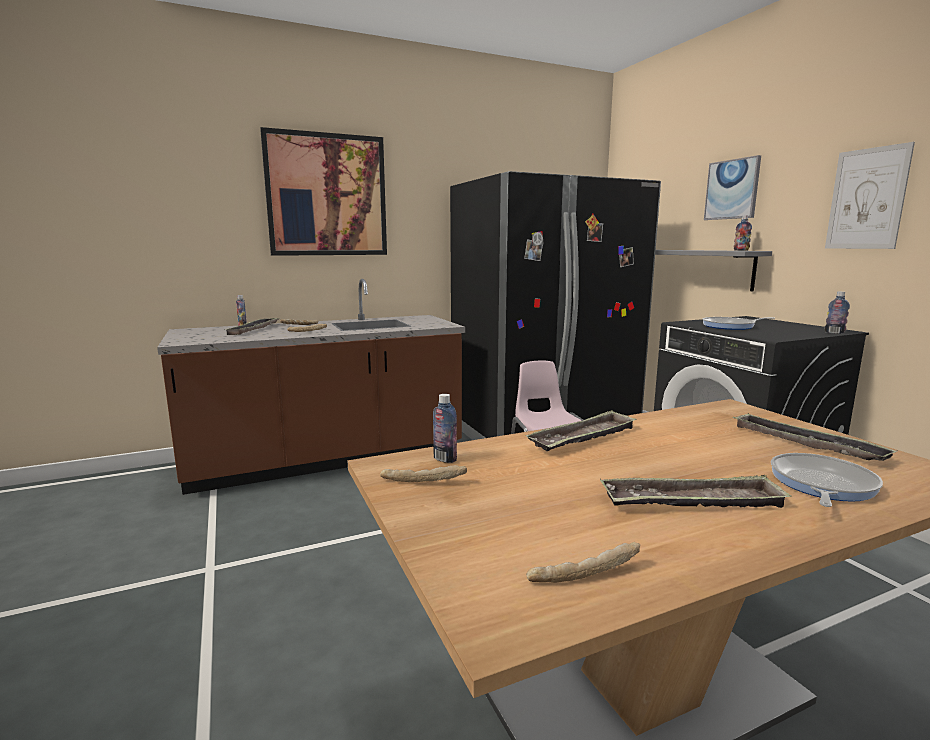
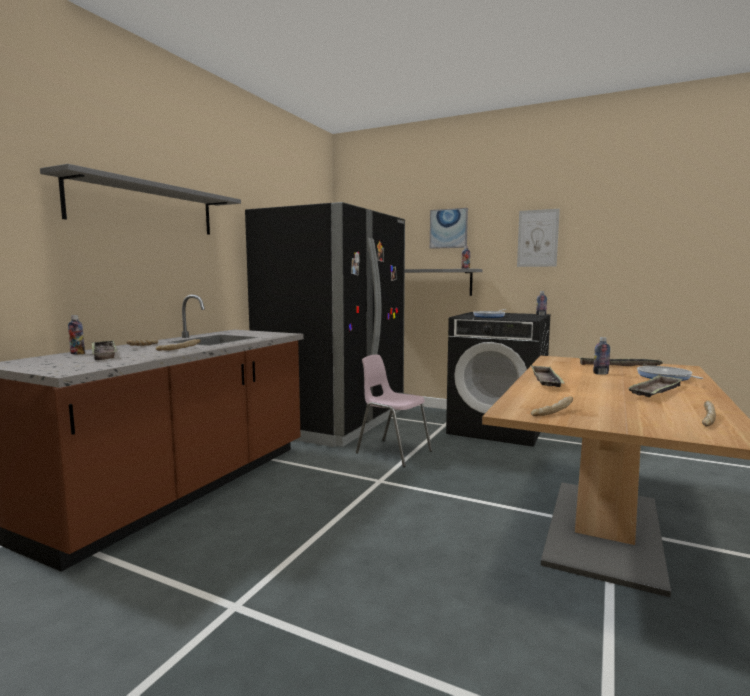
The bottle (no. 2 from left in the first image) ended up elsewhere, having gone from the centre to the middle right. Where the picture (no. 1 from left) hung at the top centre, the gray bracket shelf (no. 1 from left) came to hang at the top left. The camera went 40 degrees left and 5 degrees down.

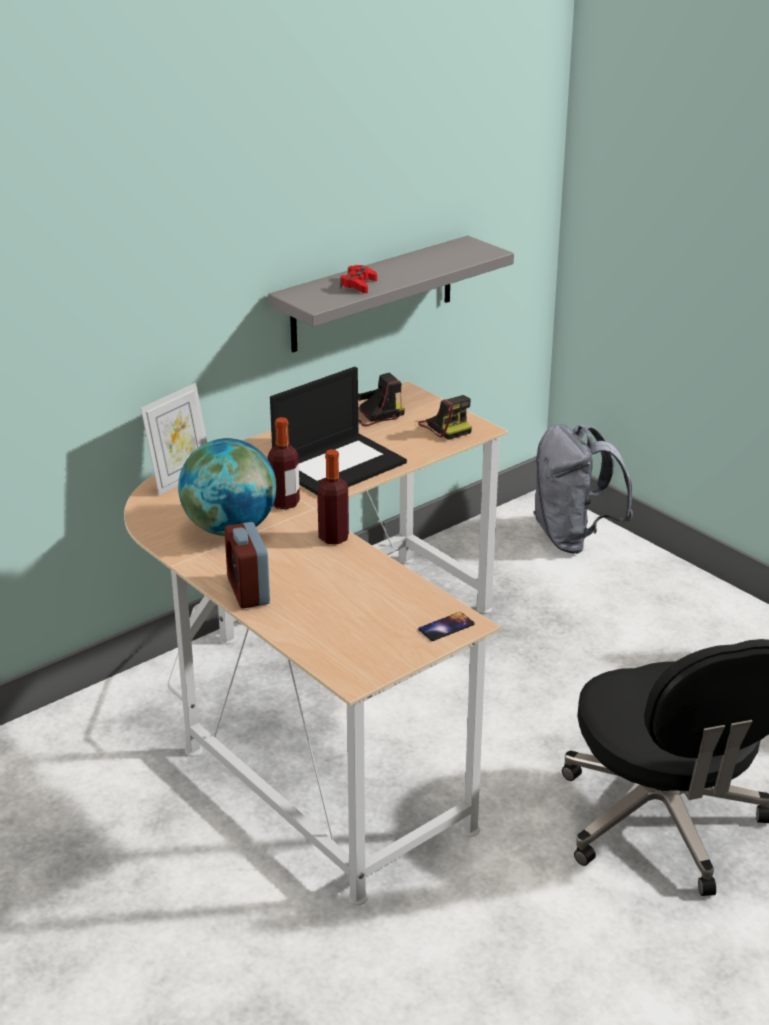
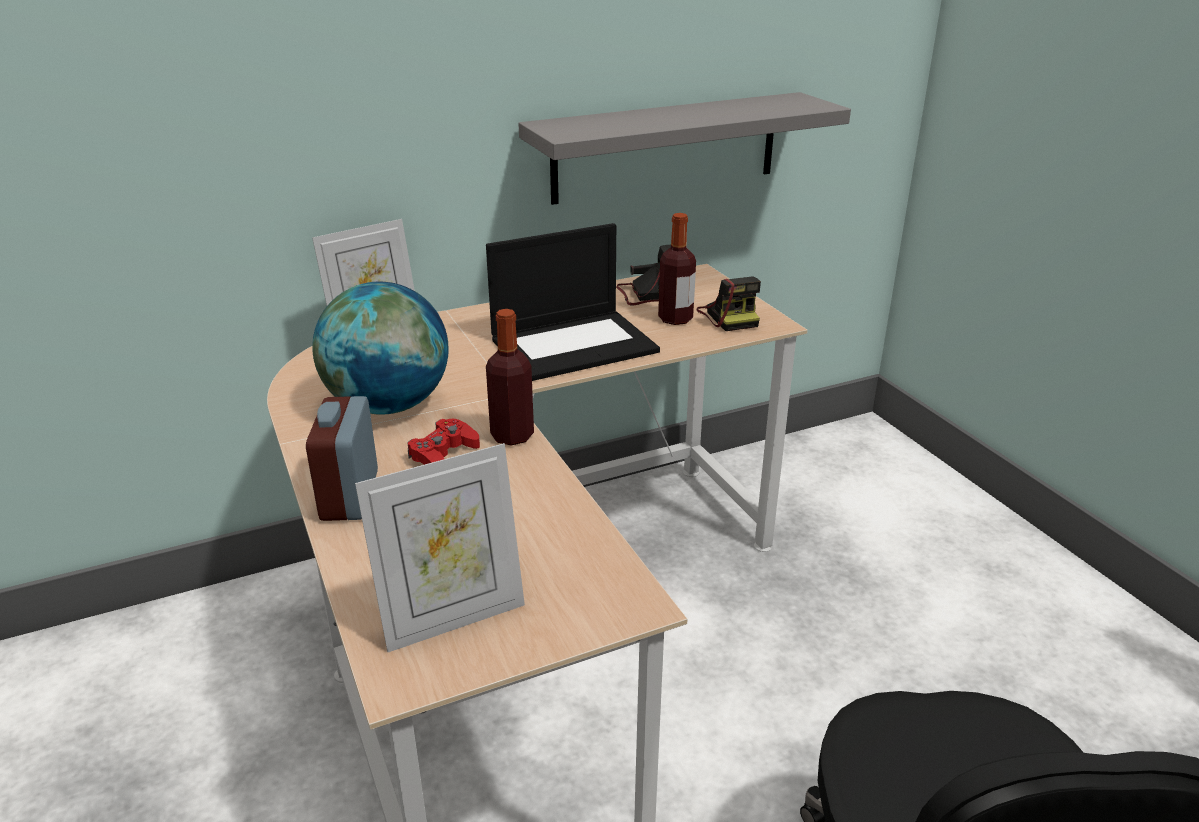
The second view lost the handset at the centre. The second view lost the gray rucksack at the middle right. The second view gained the picture frame (no. 2 from left) at the centre. The bottle (no. 1 from left in the first image) ended up elsewhere, having gone from the centre to the top centre. The red-coloured game controller ended up elsewhere, having gone from the top centre to the centre. The camera went 15 degrees right and 0 degrees up.

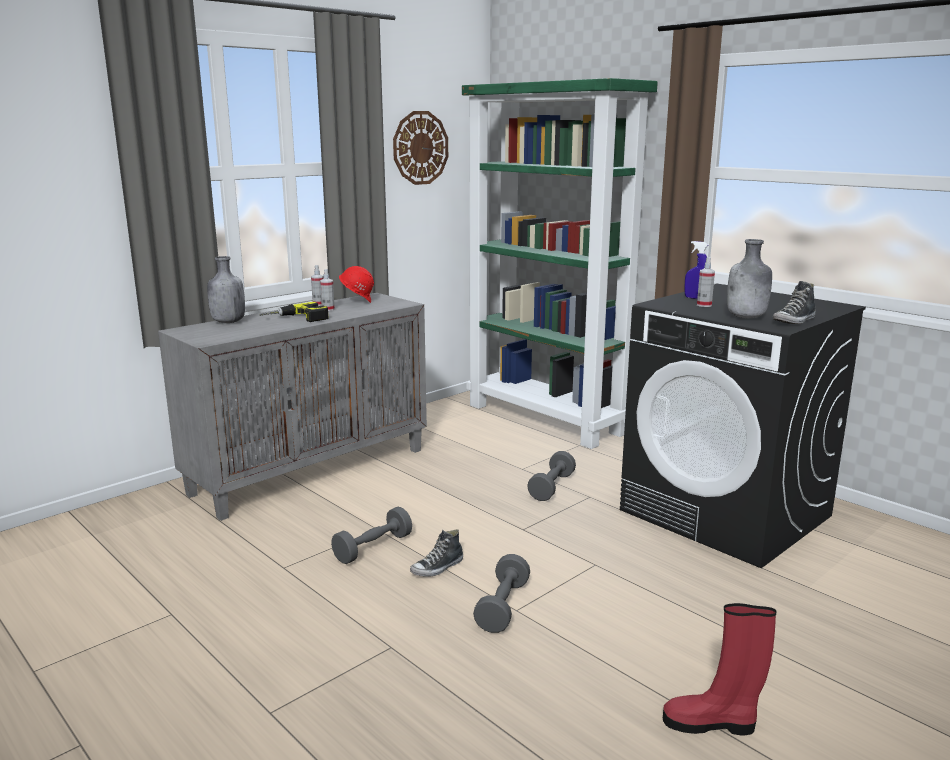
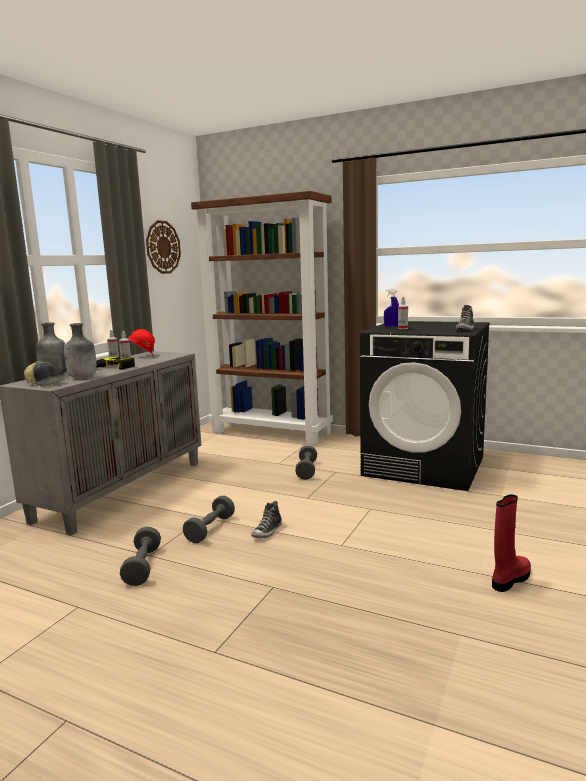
The second view gained the baseball cap at the middle left. The gray hand weight (no. 2 from left in the first image) ended up elsewhere, having gone from the bottom centre to the bottom left. The gray bottle (no. 2 from left) ended up elsewhere, having gone from the middle right to the middle left. What was the greenish shelving unit at the centre turned into the brown-coloured shelving unit at the centre. The red-coloured high-top boot at the bottom right ended up facing another way, 150 degrees clockwise from before. The camera went 20 degrees left and 5 degrees down.

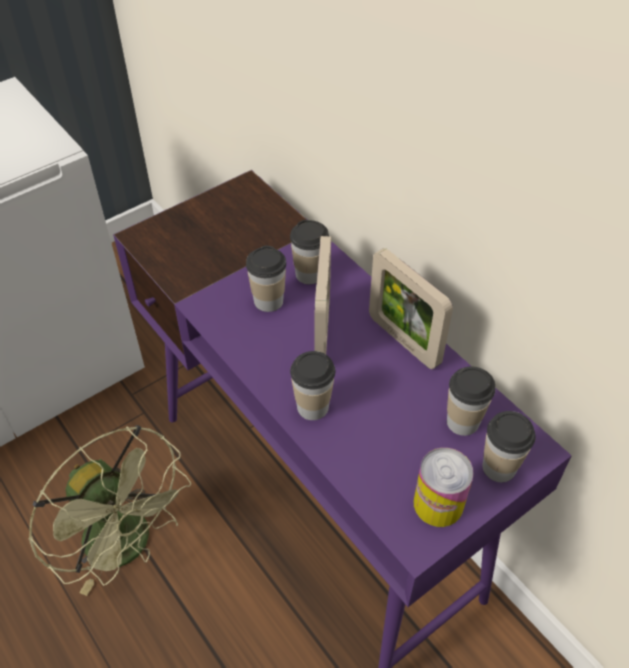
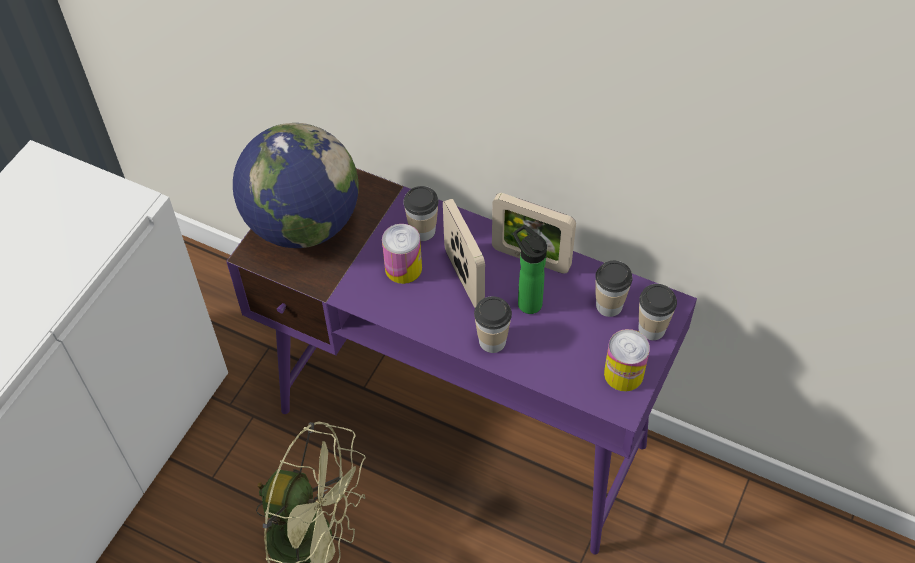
The second view gained the globe at the top left. The second view gained the bottle at the centre. Where the cup (no. 1 from left) stood at the centre, the can (no. 1 from left) came to stand at the centre. The camera went 25 degrees left and 5 degrees up.

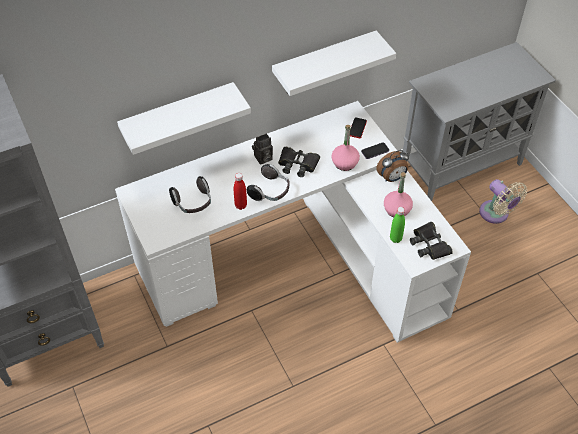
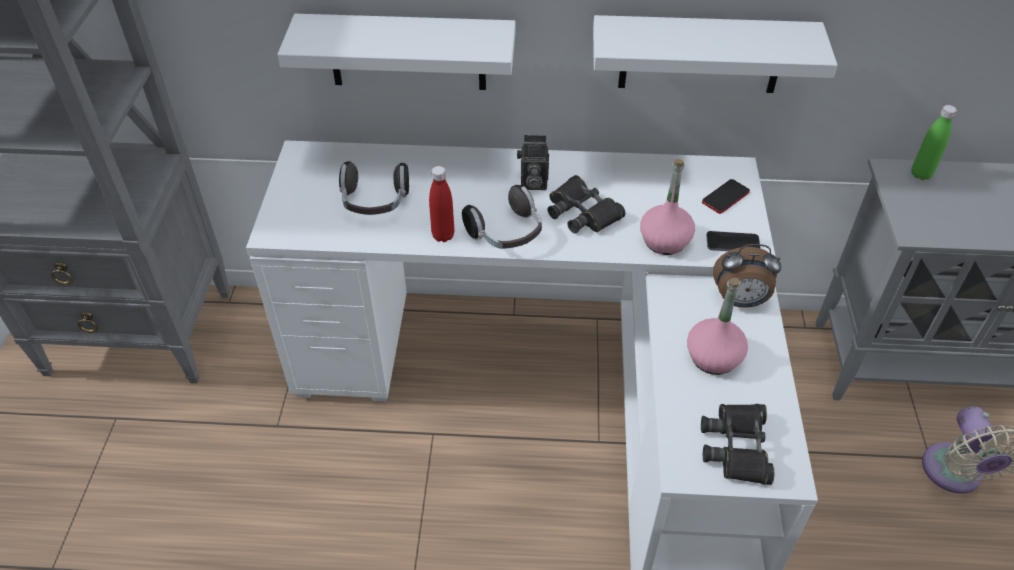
The greenish bottle ended up elsewhere, having gone from the middle right to the top right. The camera went 30 degrees right and 5 degrees down.

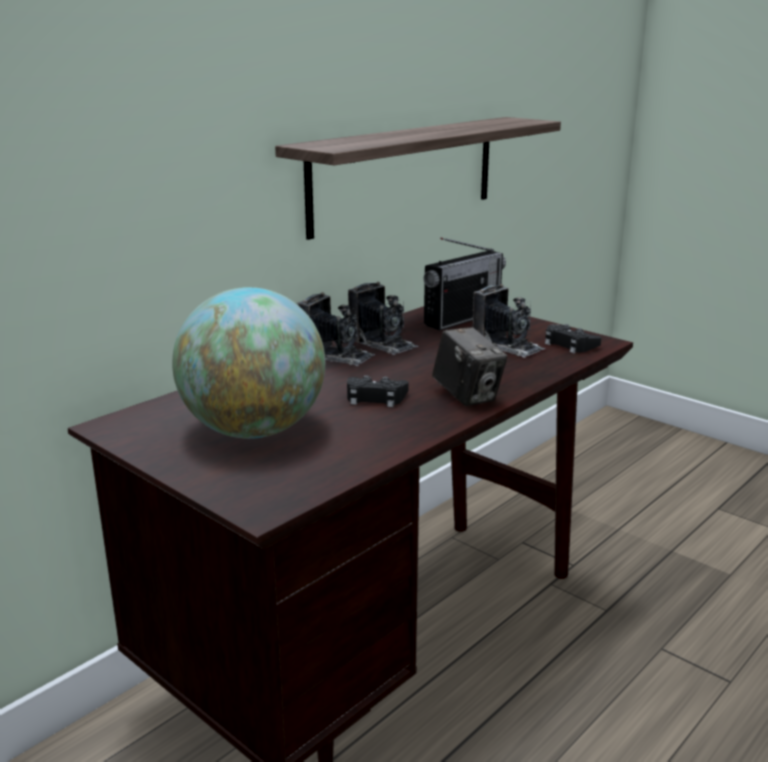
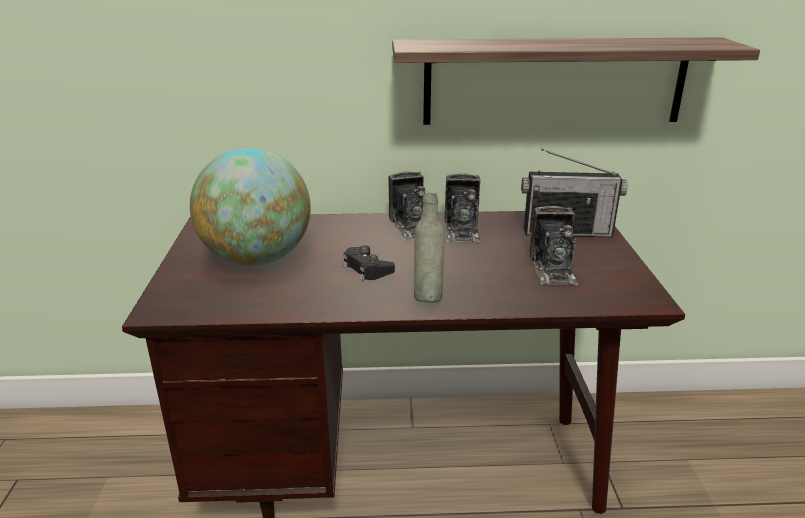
The second view lost the black game controller (no. 2 from left) at the middle right. Where the still camera (no. 3 from left) stood at the centre, the gray bottle came to stand at the centre. The camera went 45 degrees right and 5 degrees up.

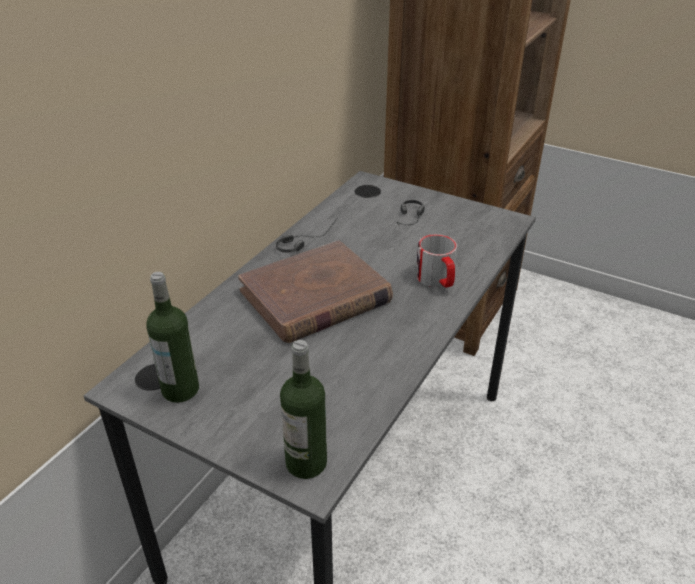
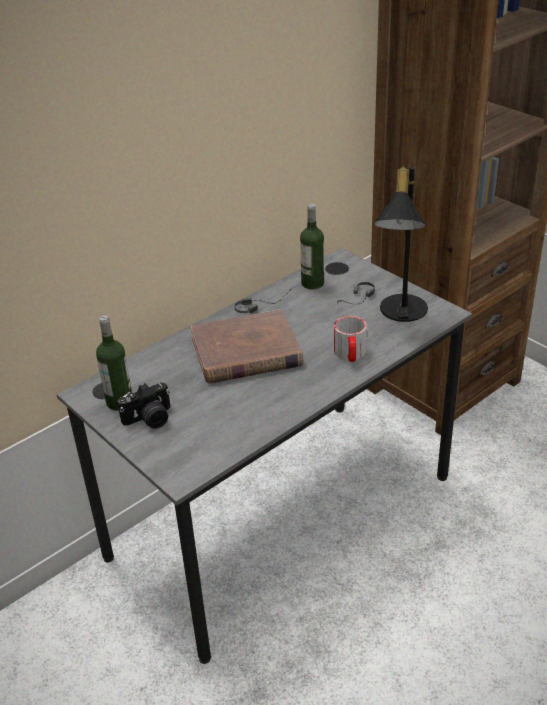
The second view gained the still camera at the middle left. The second view gained the black table lamp at the middle right. The bottle (no. 2 from left) ended up elsewhere, having gone from the bottom centre to the centre. The camera went 20 degrees right and 0 degrees up.

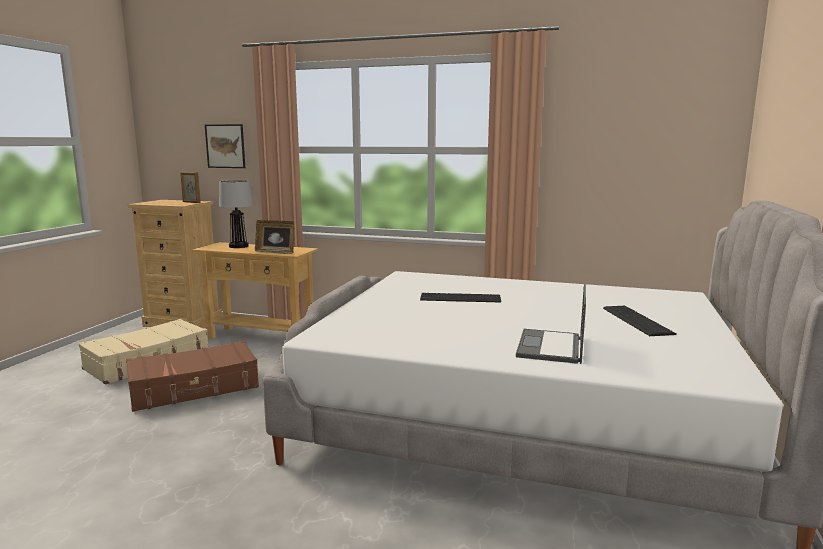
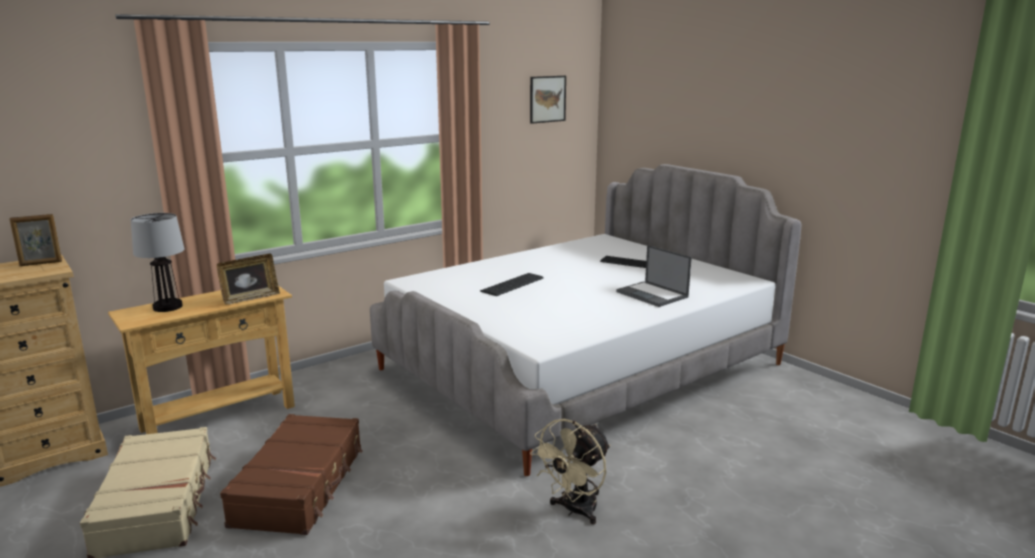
The second view gained the sand-coloured cooling fan at the bottom centre. The picture ended up elsewhere, having gone from the top left to the top centre. The camera went 55 degrees left and 5 degrees up.

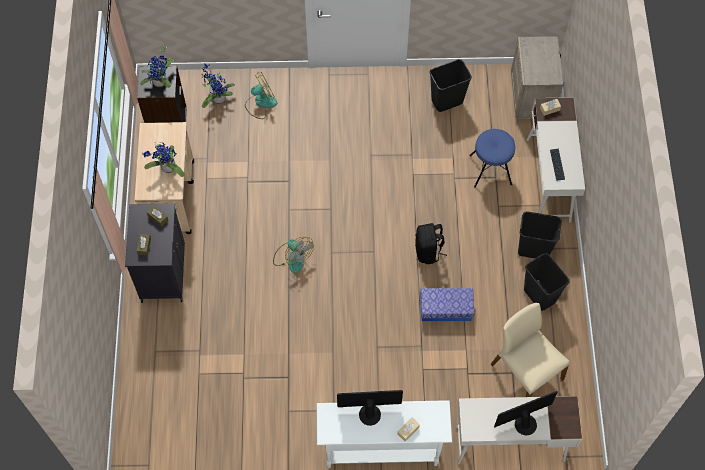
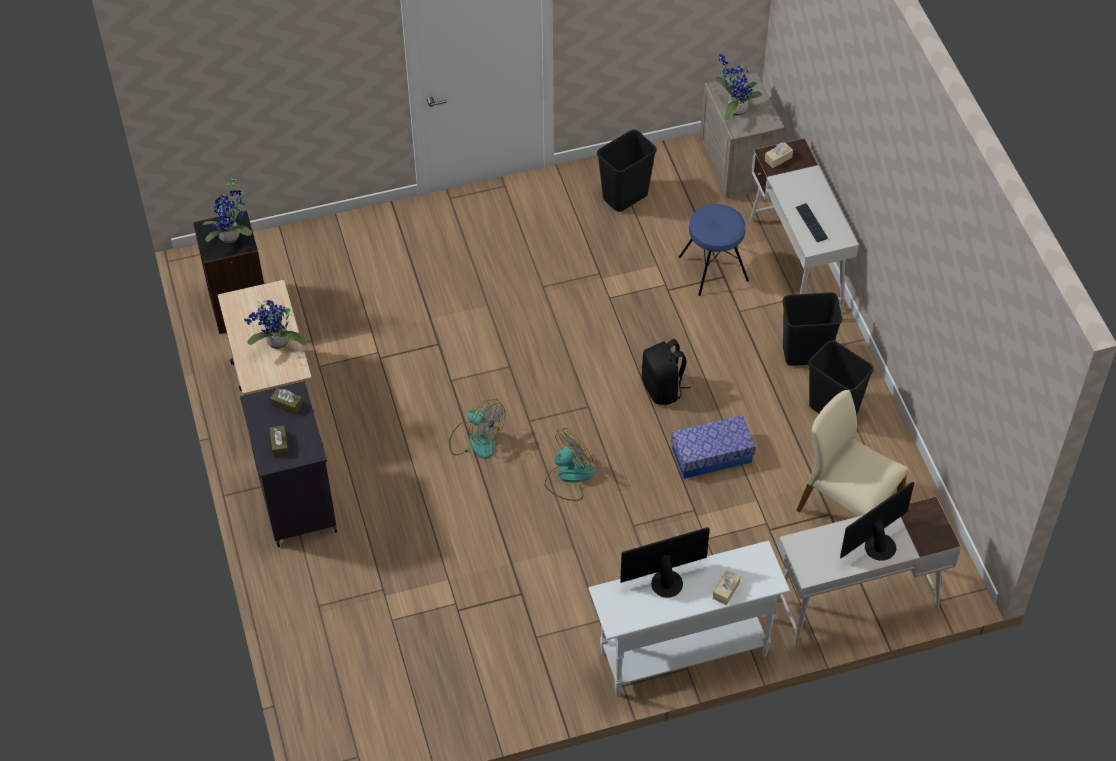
The plant in a pot (no. 3 from left) ended up elsewhere, having gone from the top left to the top centre. The cooling fan (no. 1 from left in the first image) ended up elsewhere, having gone from the top centre to the centre. The camera went 15 degrees left and 10 degrees down.

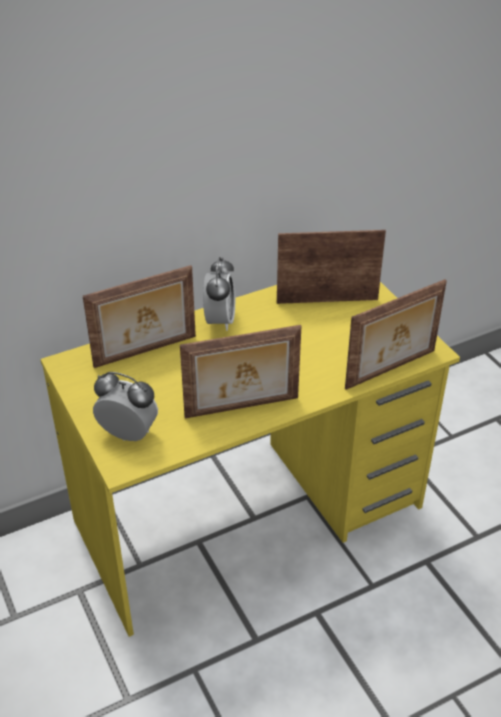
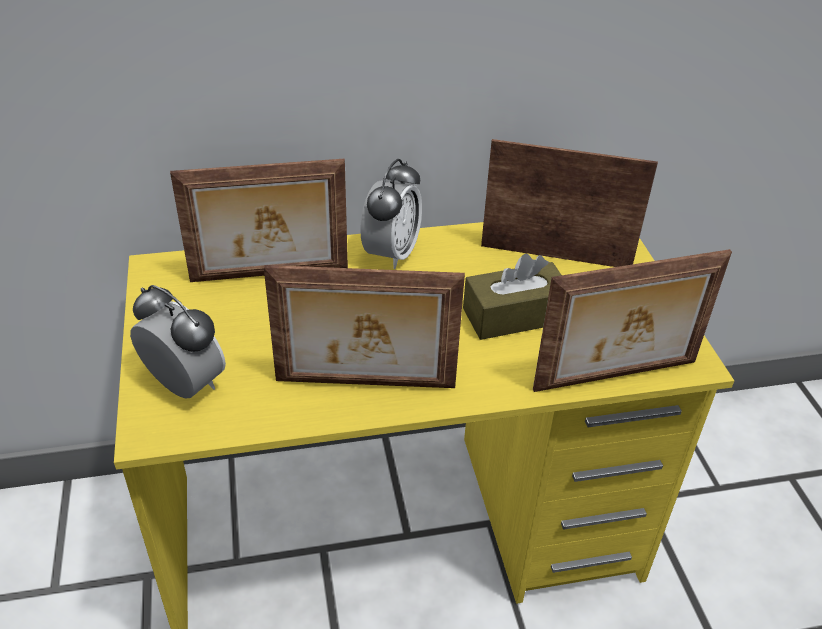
The second view gained the brown-coloured tissue holder at the centre. The camera went 15 degrees right and 0 degrees up.

